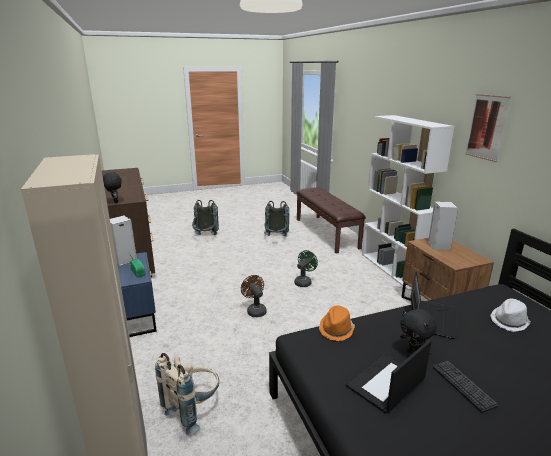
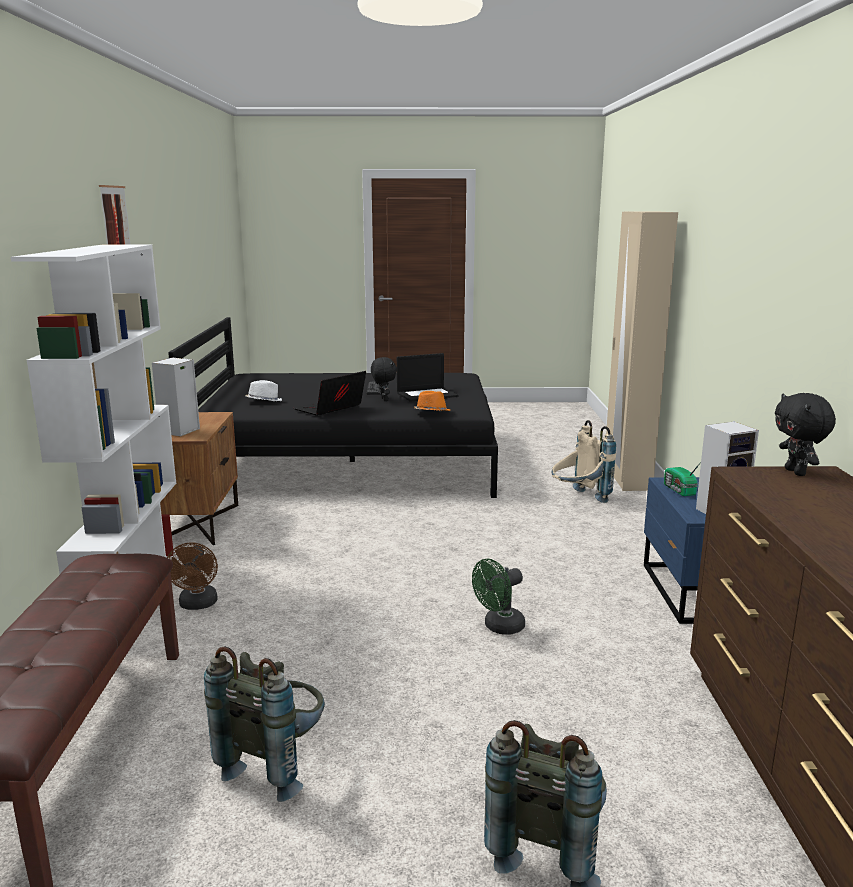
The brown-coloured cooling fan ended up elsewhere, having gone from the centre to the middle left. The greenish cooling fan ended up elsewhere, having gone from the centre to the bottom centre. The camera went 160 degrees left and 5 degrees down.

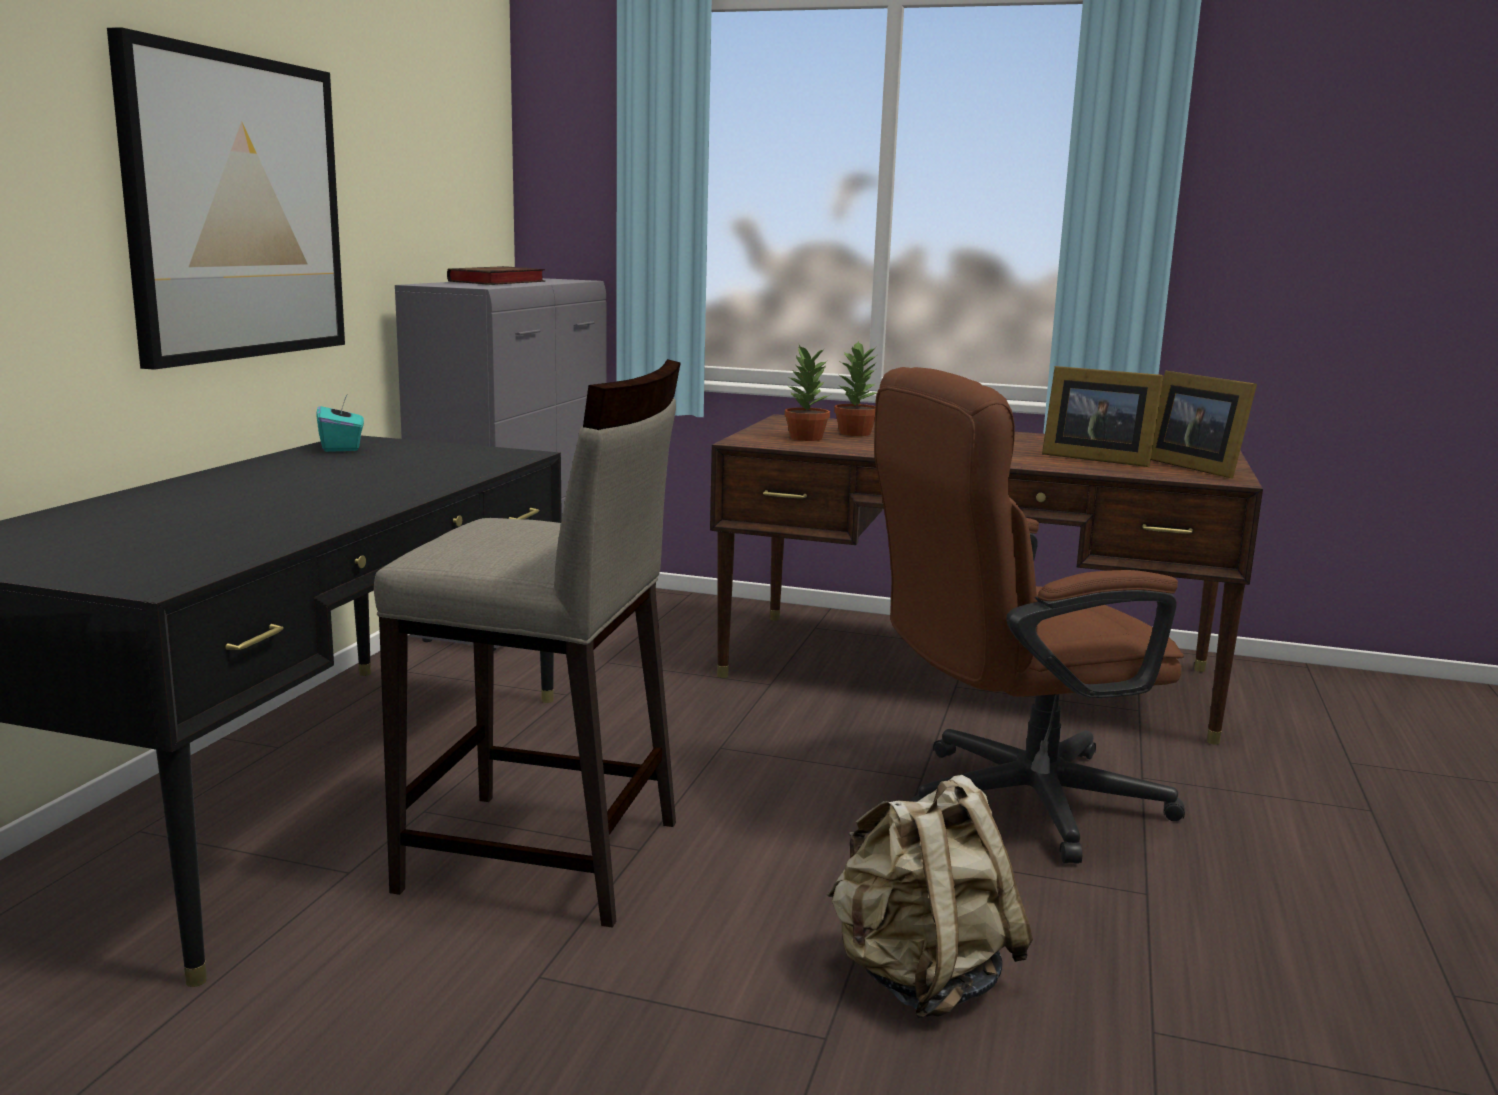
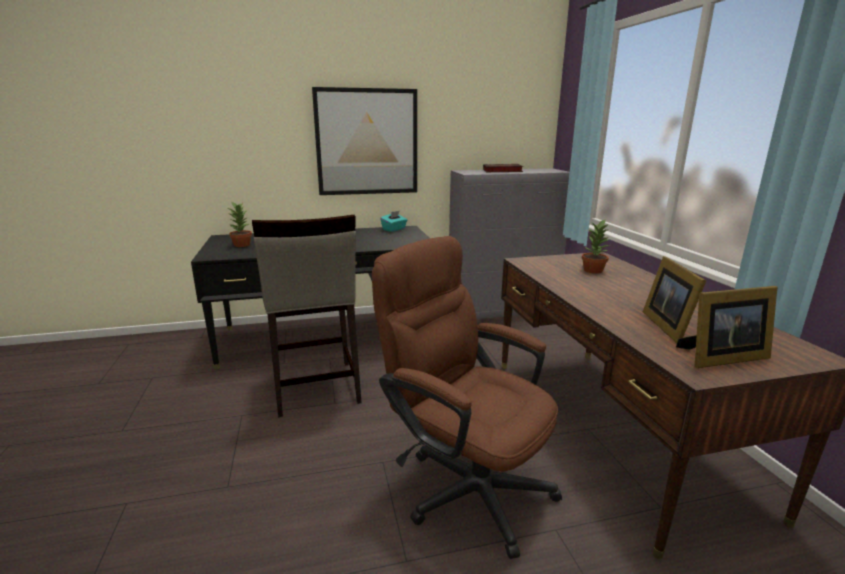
The second view lost the sand-coloured rucksack at the bottom centre. The plant in a pot (no. 1 from left) ended up elsewhere, having gone from the centre to the middle left. The picture frame (no. 2 from left) at the middle right ended up facing another way, 135 degrees counterclockwise from before. The camera went 60 degrees right and 5 degrees up.

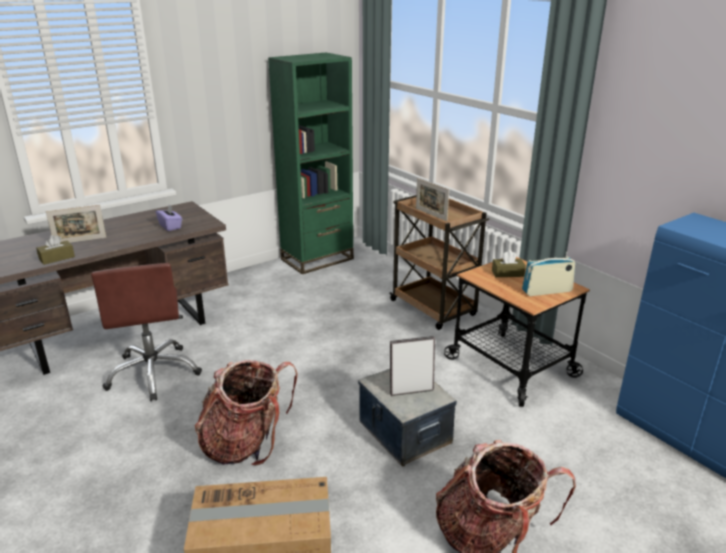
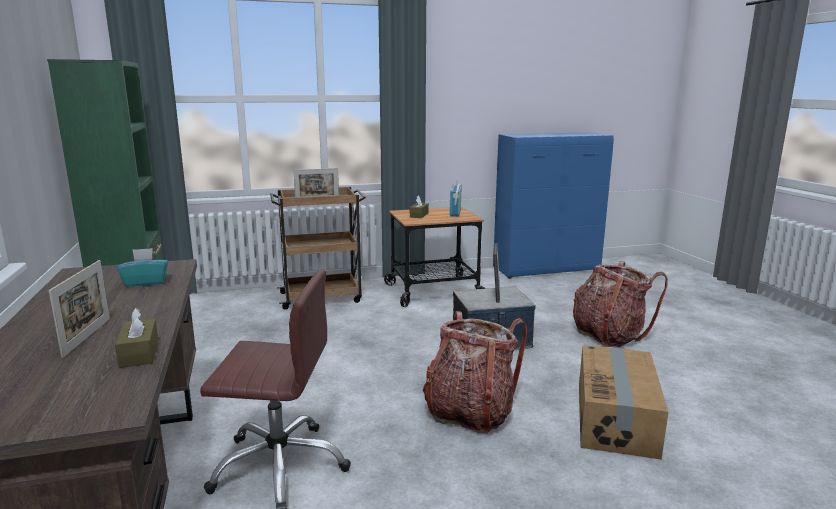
What was the purple tissue holder at the middle left turned into the blue-green tissue holder at the middle left. The camera went 70 degrees left and 10 degrees down.

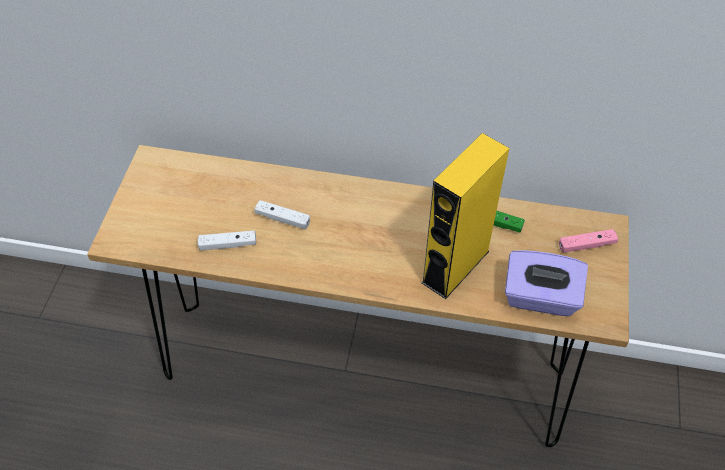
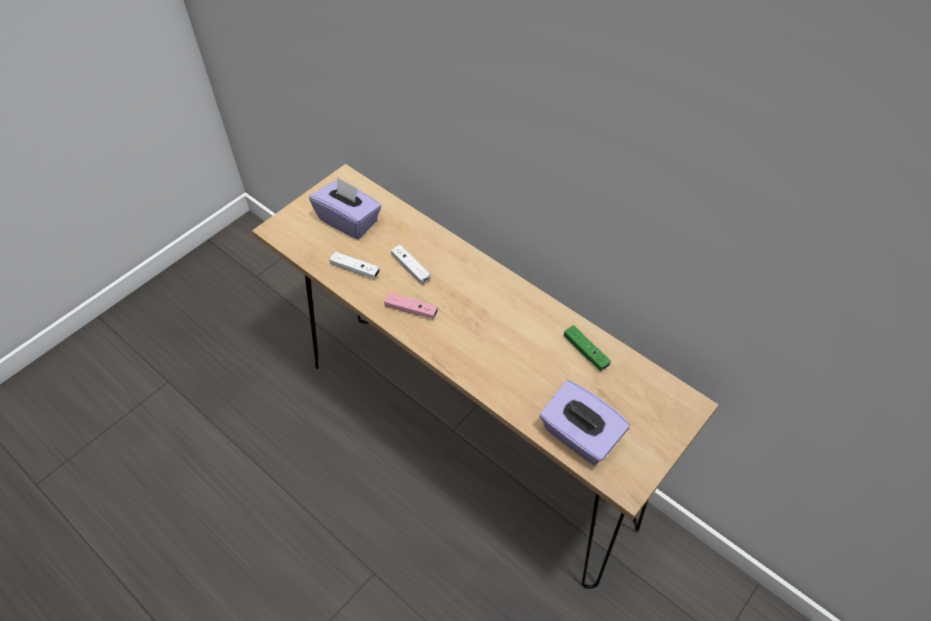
The second view lost the yellowish audio speaker at the centre. The second view gained the purple tissue holder (no. 1 from left) at the centre. The pink-coloured game controller ended up elsewhere, having gone from the middle right to the centre. The camera went 30 degrees right and 0 degrees up.

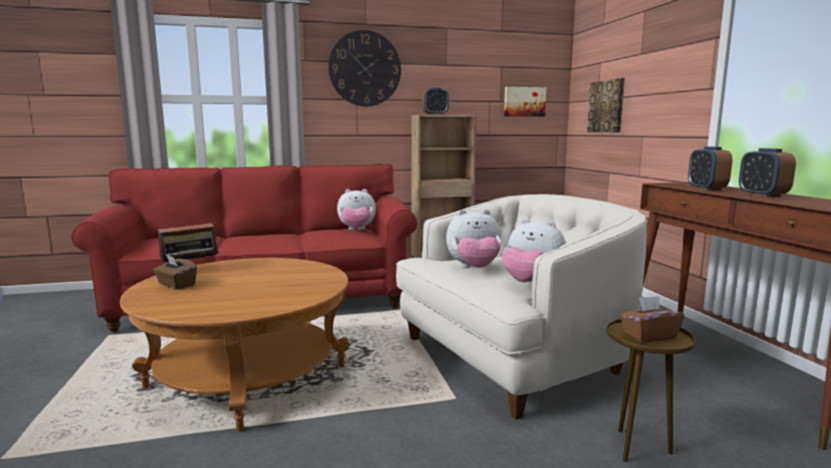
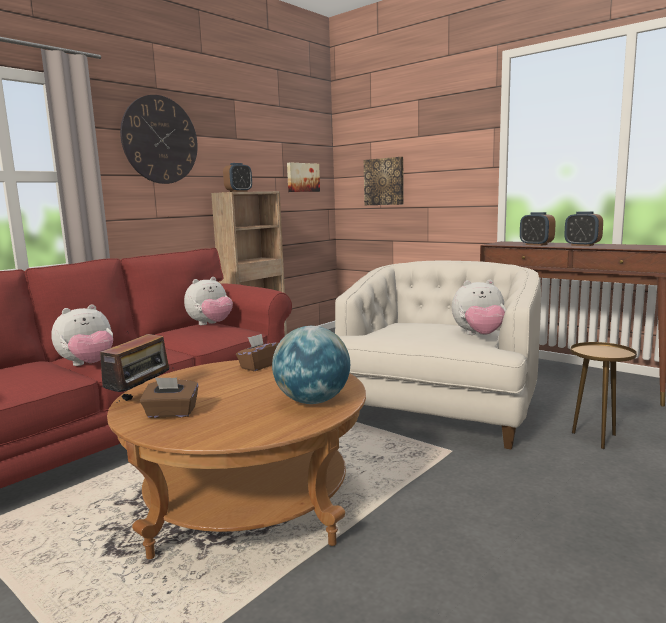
The second view gained the globe at the centre. The cuddly toy (no. 2 from left in the first image) ended up elsewhere, having gone from the centre to the middle left. The brown-coloured tissue holder (no. 2 from left) ended up elsewhere, having gone from the bottom right to the centre. The camera went 35 degrees left and 0 degrees up.

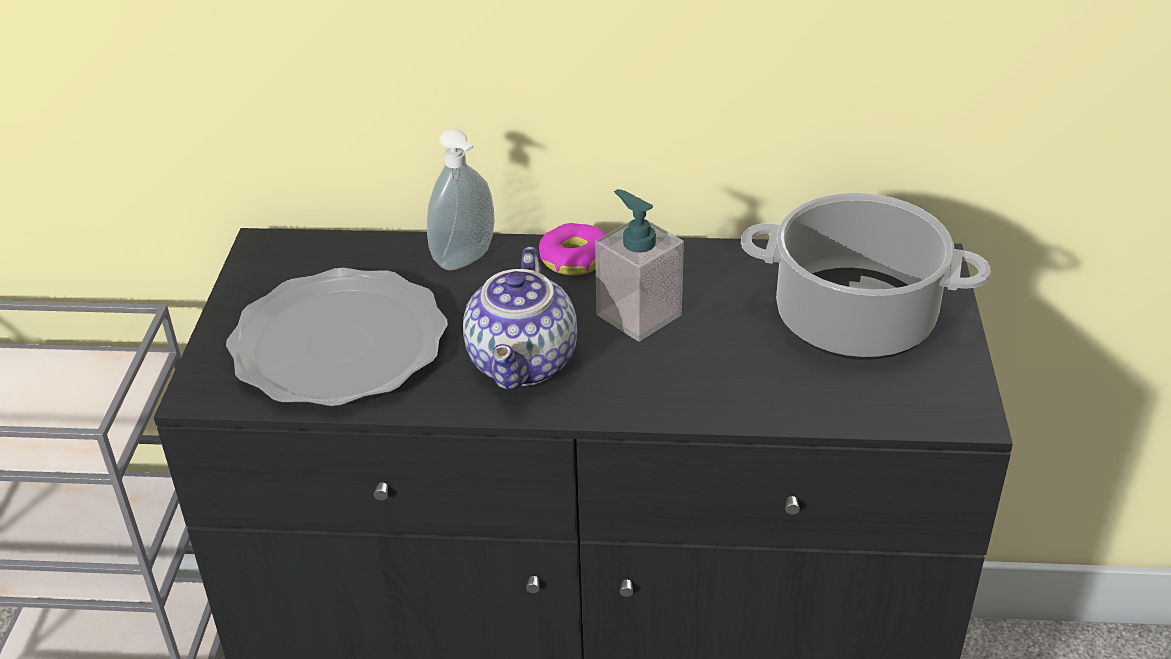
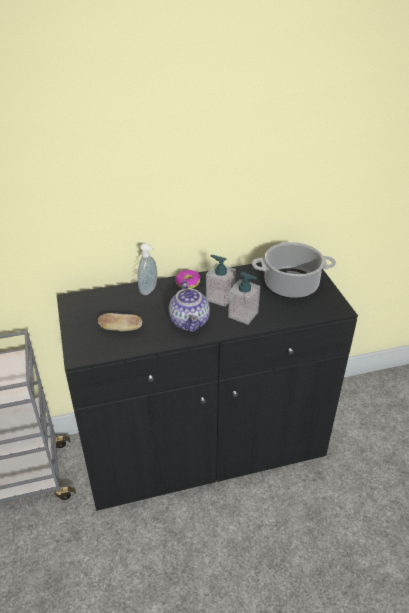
The second view gained the liquid soap bottle (no. 3 from left) at the centre. Where the plate stood at the middle left, the baked bread came to stand at the middle left. The camera went 20 degrees left and 0 degrees up.

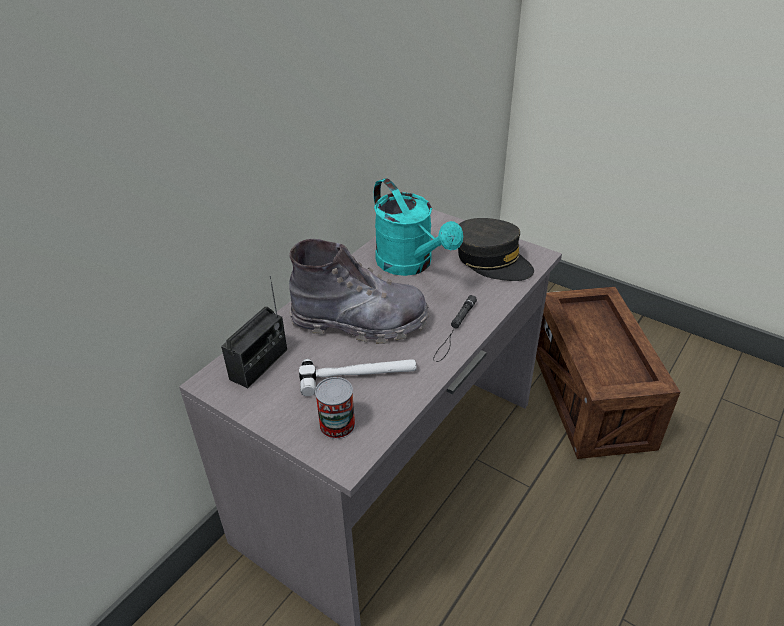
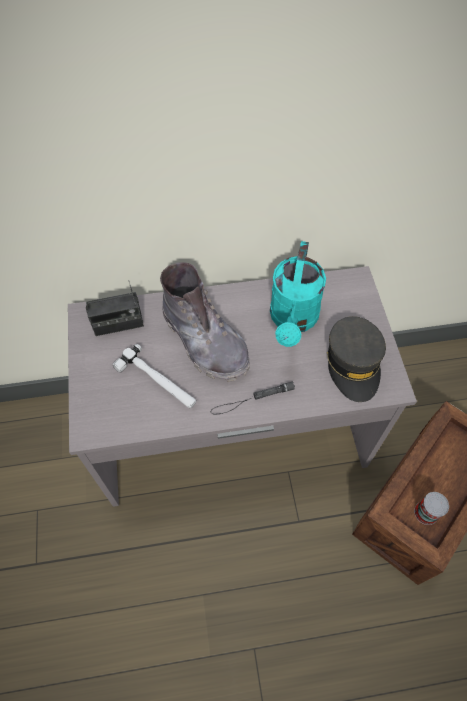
The can ended up elsewhere, having gone from the centre to the bottom right. The camera went 45 degrees right and 20 degrees up.

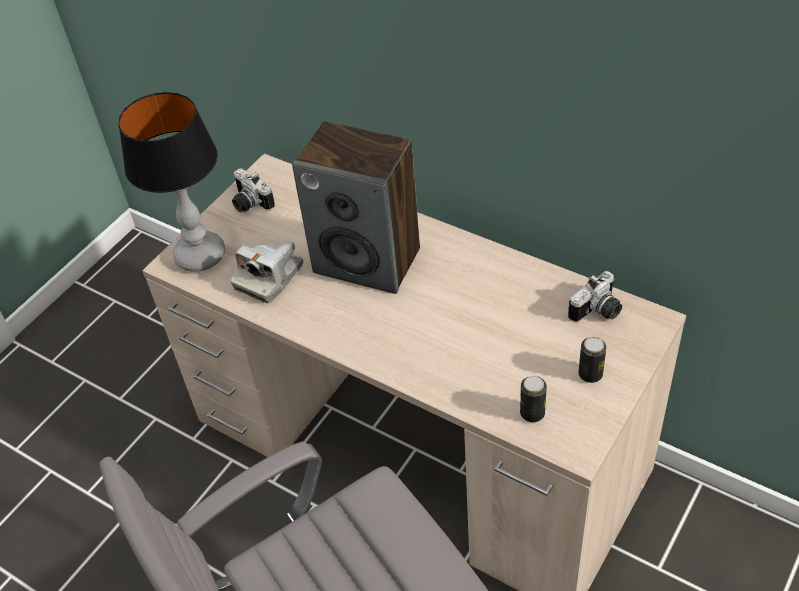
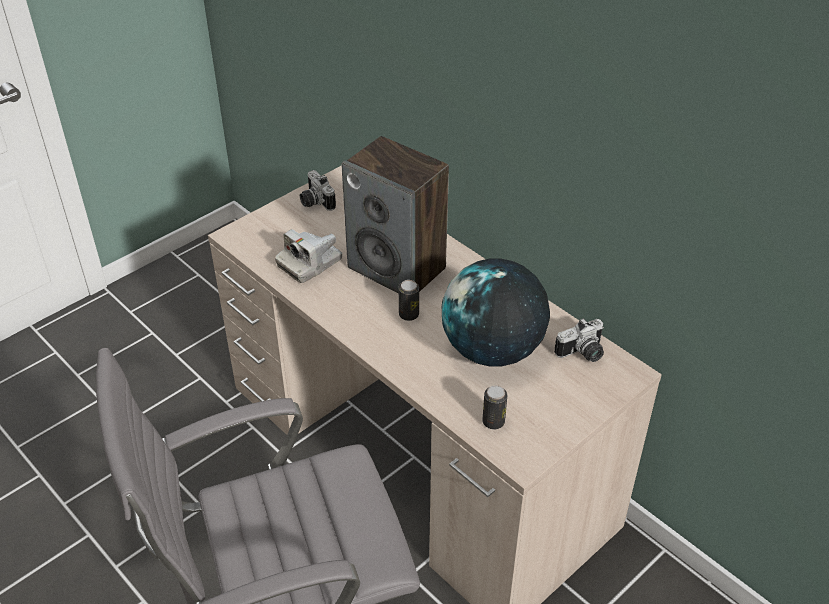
The second view lost the table lamp at the top left. The second view gained the globe at the centre. The can (no. 2 from left in the first image) ended up elsewhere, having gone from the middle right to the centre. The camera went 10 degrees right and 5 degrees down.

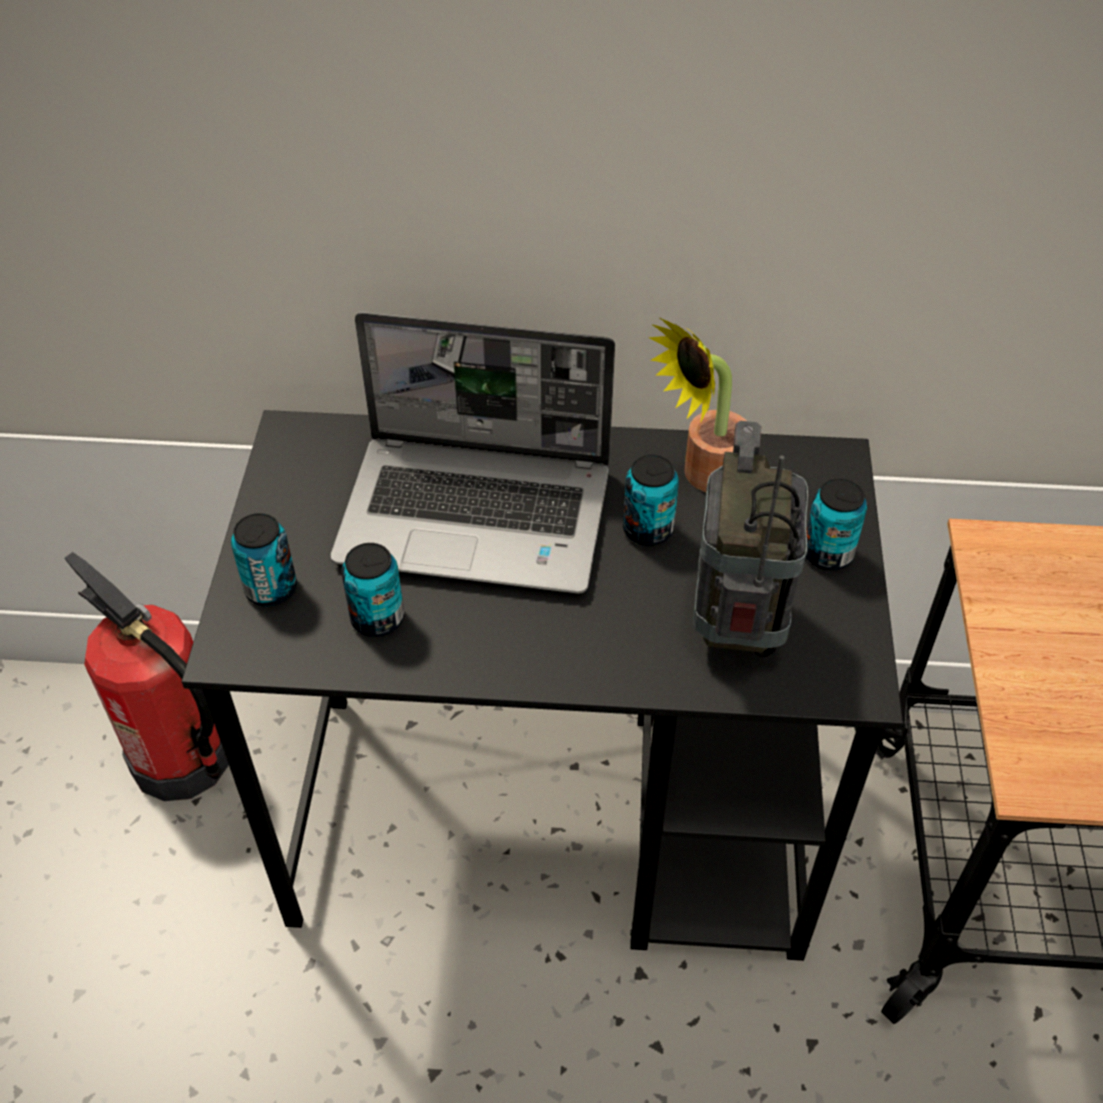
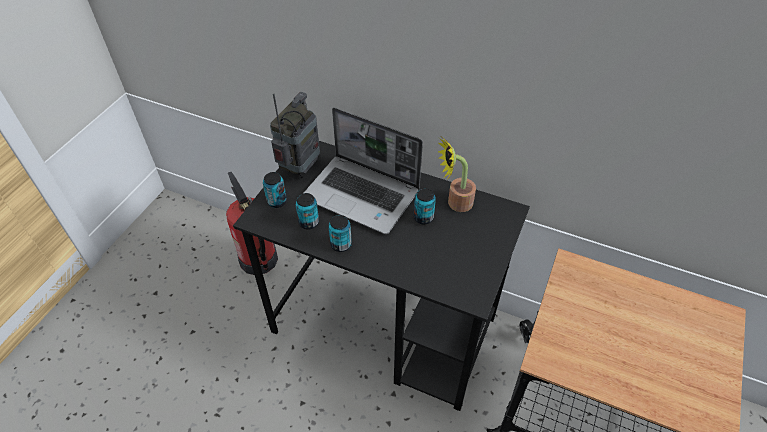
The radio receiver ended up elsewhere, having gone from the middle right to the top centre. The can (no. 4 from left in the first image) ended up elsewhere, having gone from the middle right to the centre. The camera went 20 degrees right and 0 degrees up.

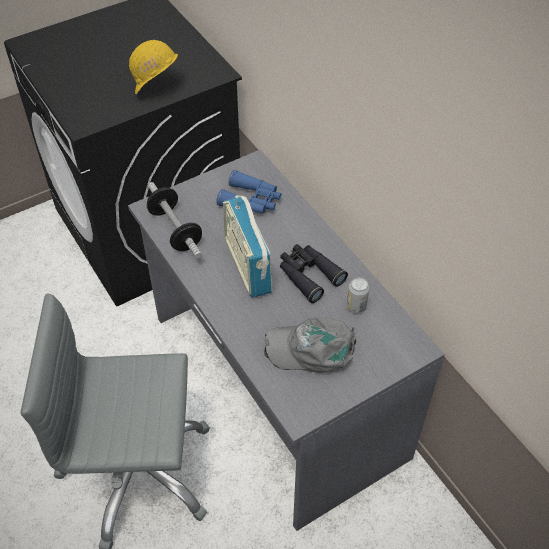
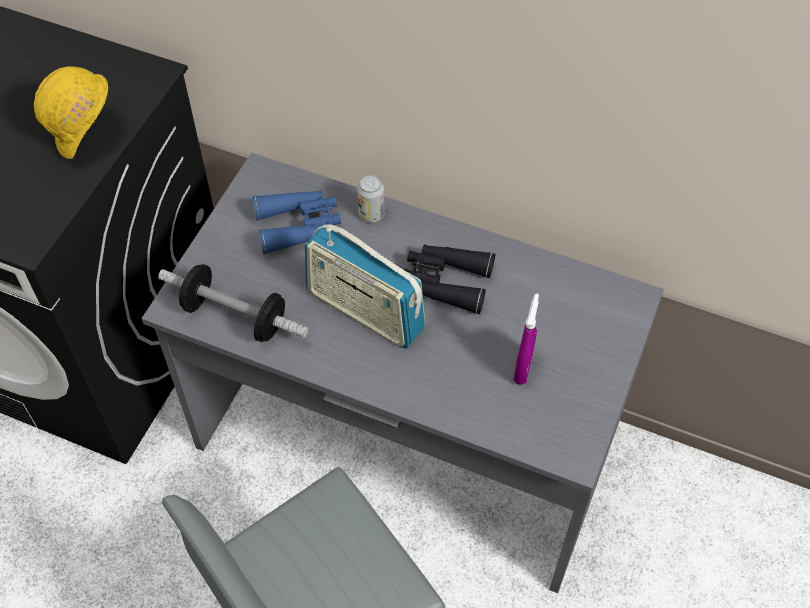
The can ended up elsewhere, having gone from the centre to the top centre. Where the gray baseball cap stood at the centre, the purple hand sprayer came to stand at the centre. The camera went 35 degrees left and 5 degrees up.

